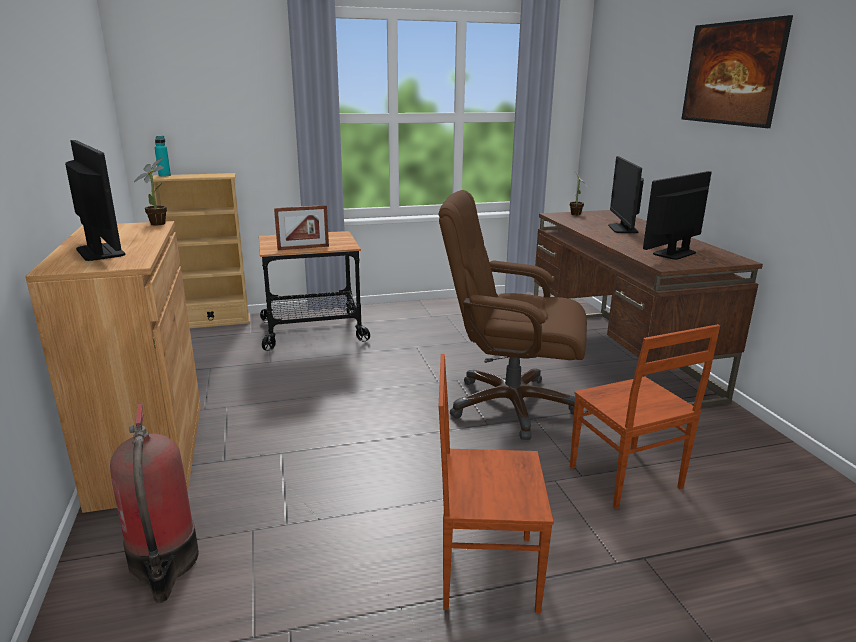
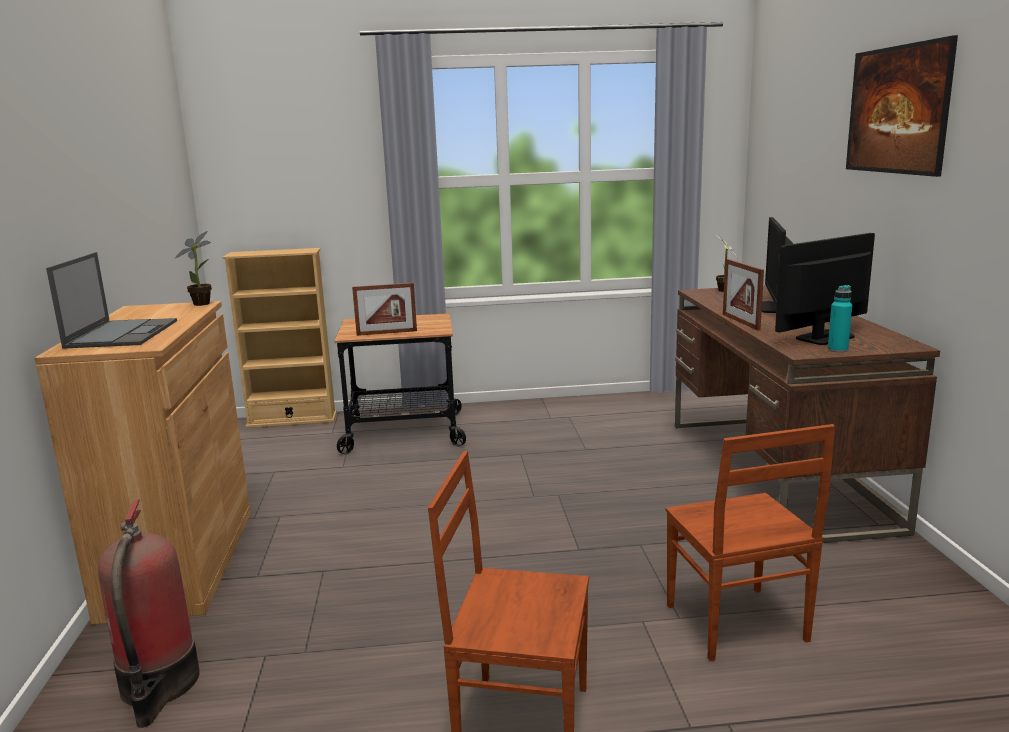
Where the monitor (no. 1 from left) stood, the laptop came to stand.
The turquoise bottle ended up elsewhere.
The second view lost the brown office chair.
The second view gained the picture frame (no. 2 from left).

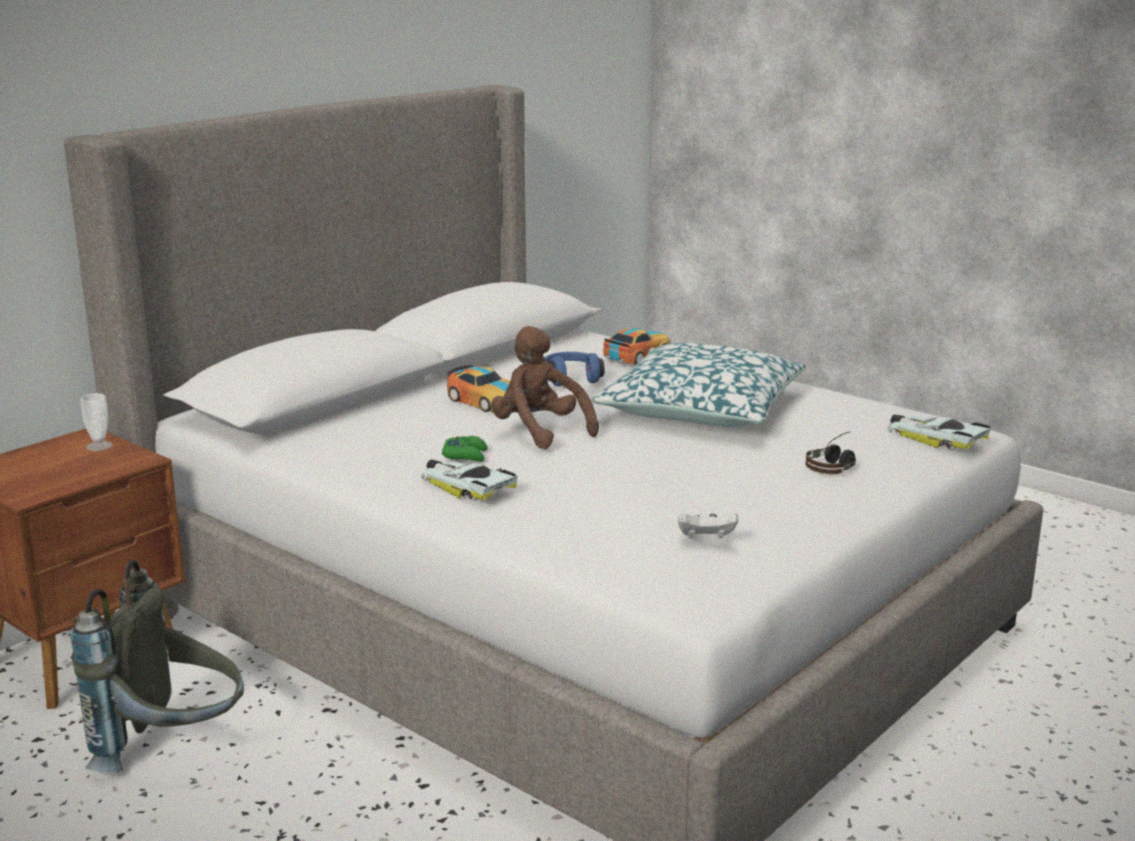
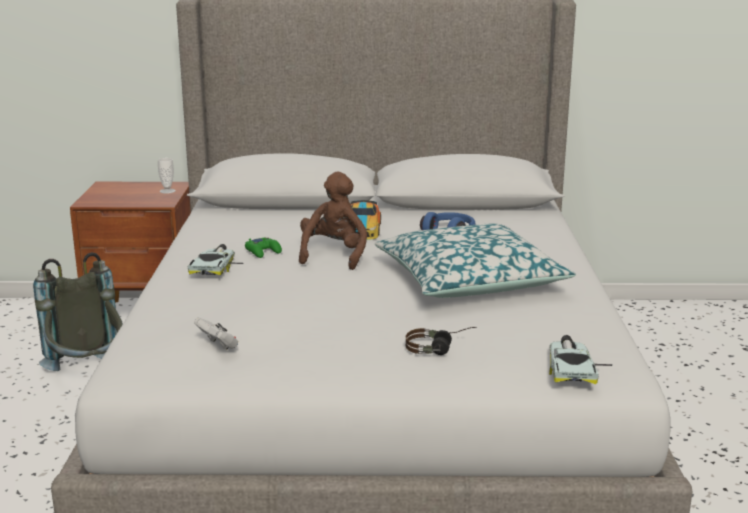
The second view lost the toy car (no. 3 from left).

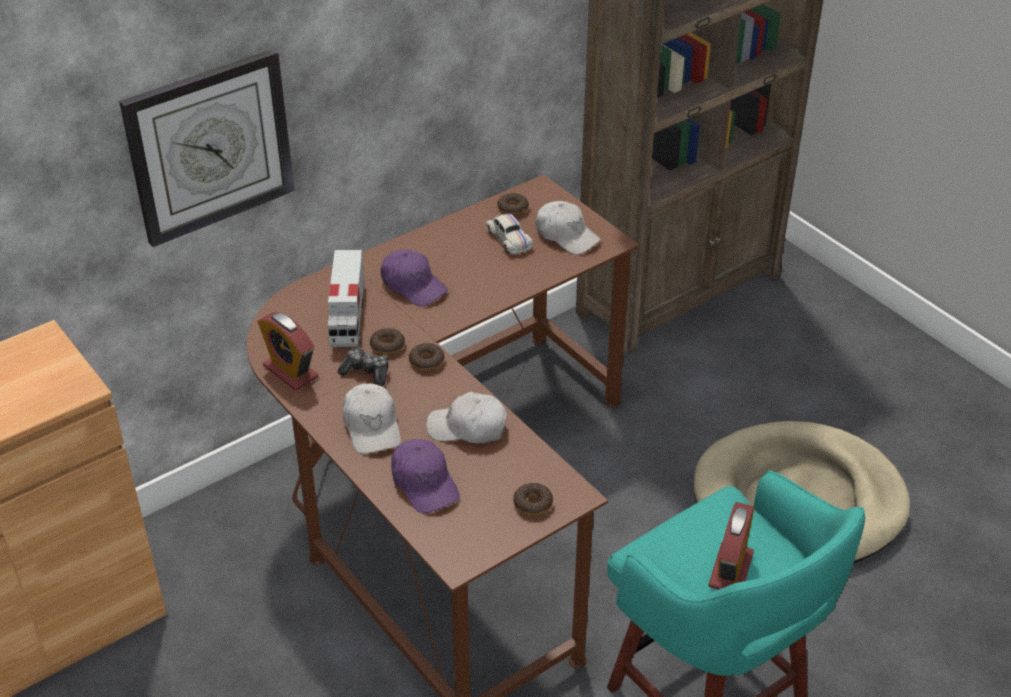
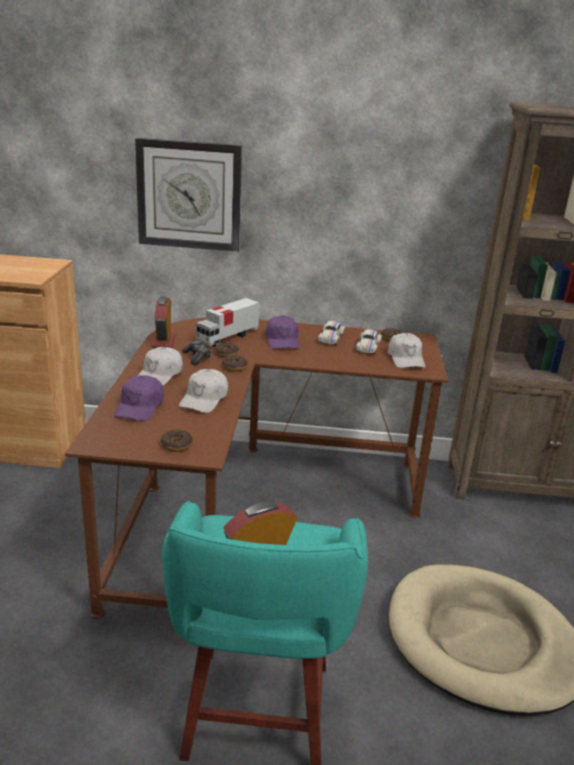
The white cap (no. 2 from left) ended up facing another way, 120 degrees counterclockwise from before.
The second view gained the white toy car (no. 1 from left).

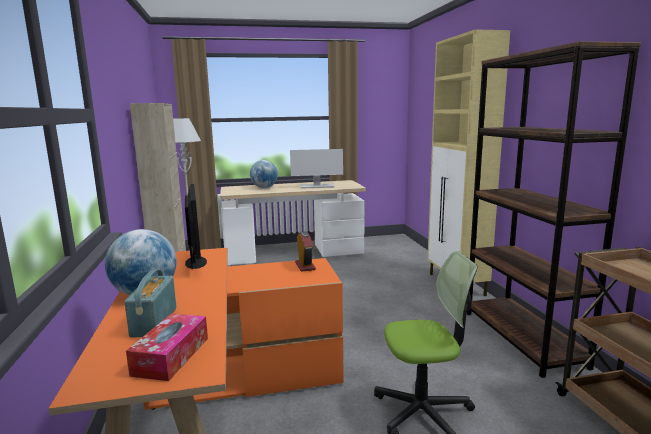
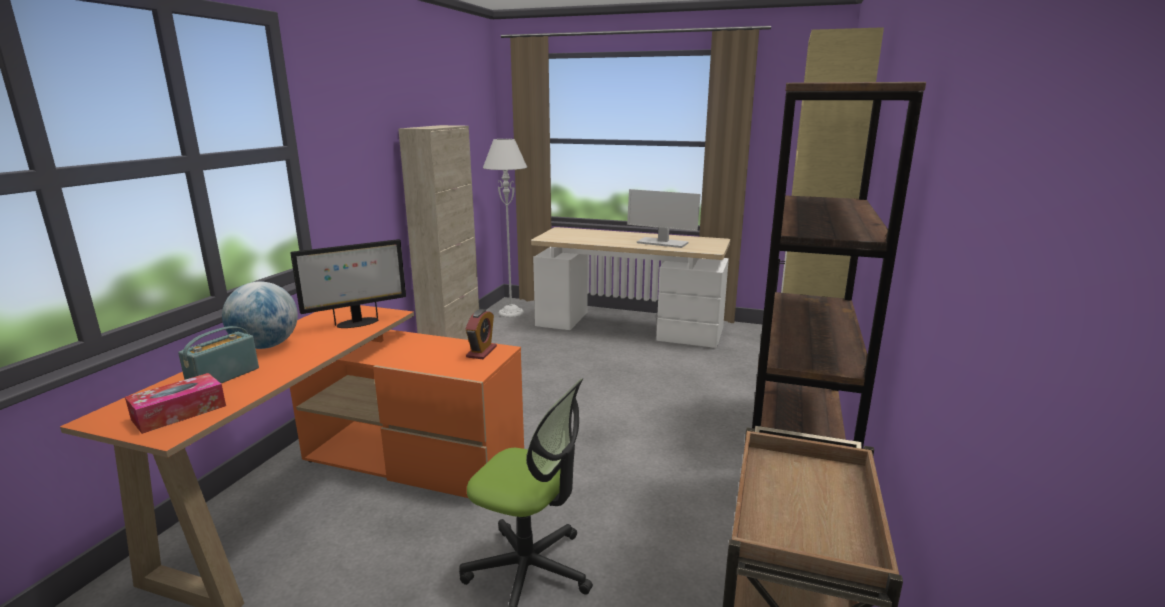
The monitor (no. 1 from left) ended up facing another way, 45 degrees clockwise from before.
The second view lost the globe (no. 2 from left).

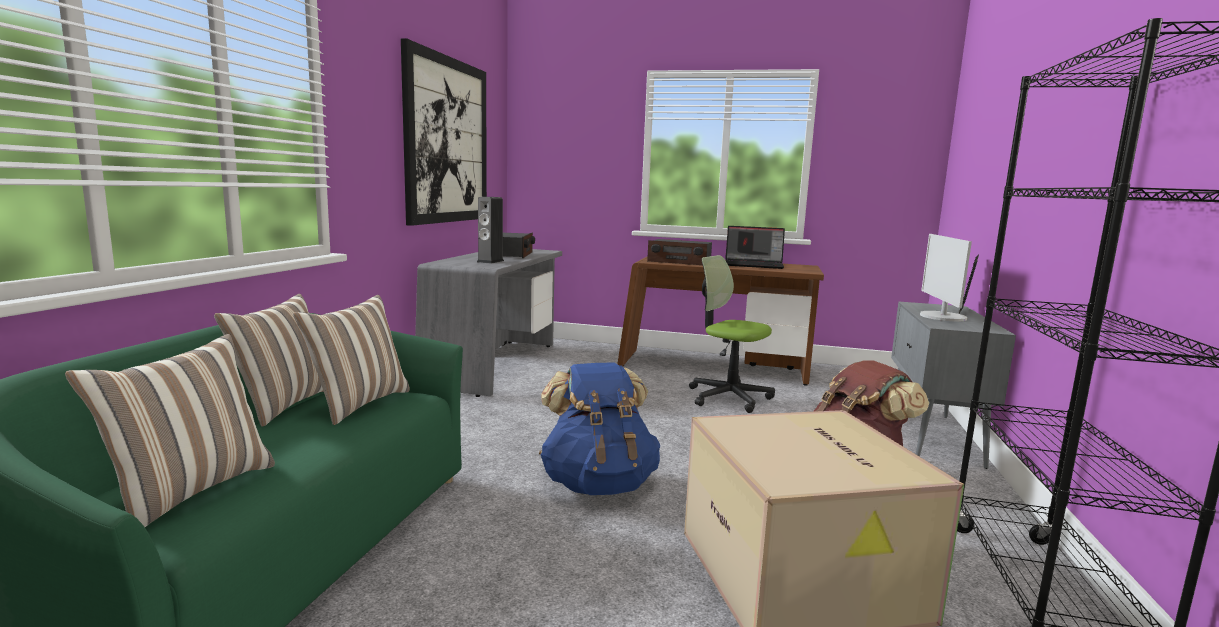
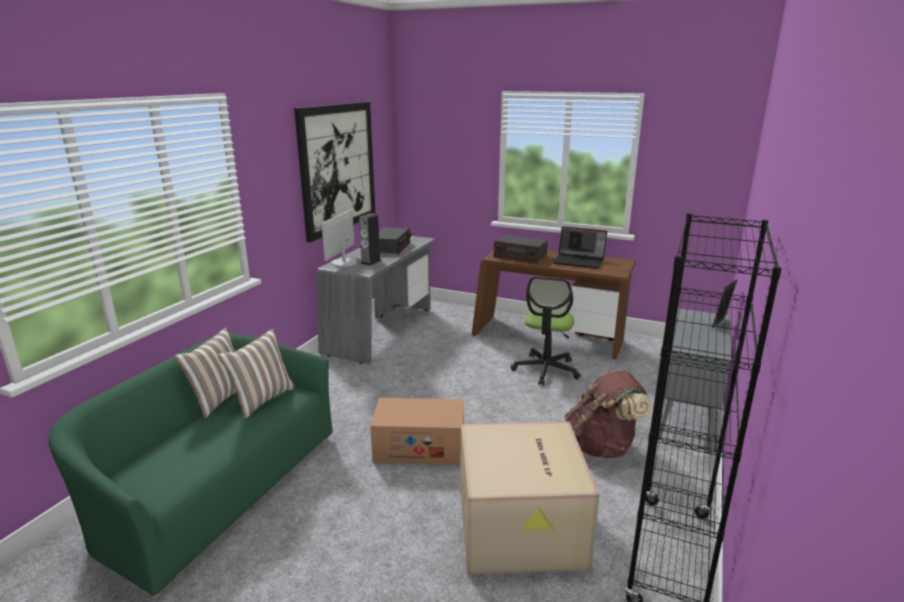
The second view lost the pillow (no. 1 from left).
Where the blue backpack stood, the cardboard box (no. 1 from left) came to stand.
The office chair ended up facing another way, 120 degrees counterclockwise from before.
The monitor ended up elsewhere.

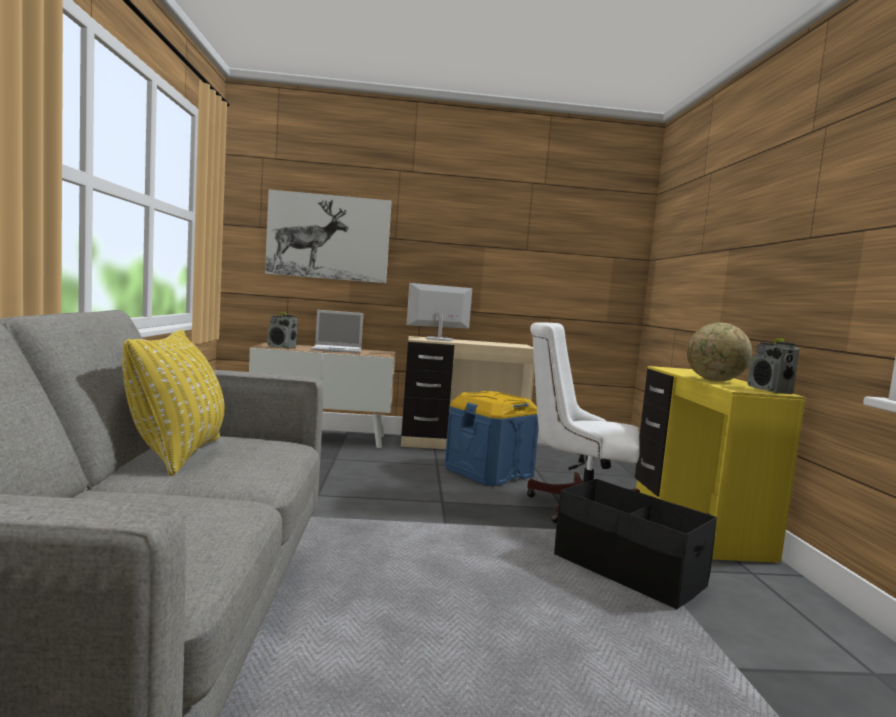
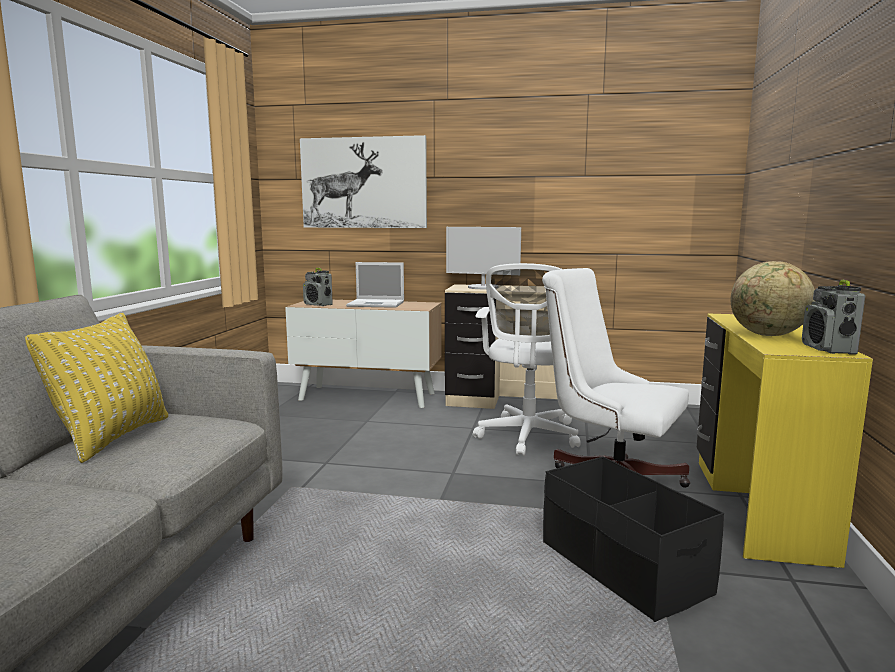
The monitor ended up facing another way, 150 degrees counterclockwise from before.
Where the blue storage box stood, the white office chair (no. 1 from left) came to stand.

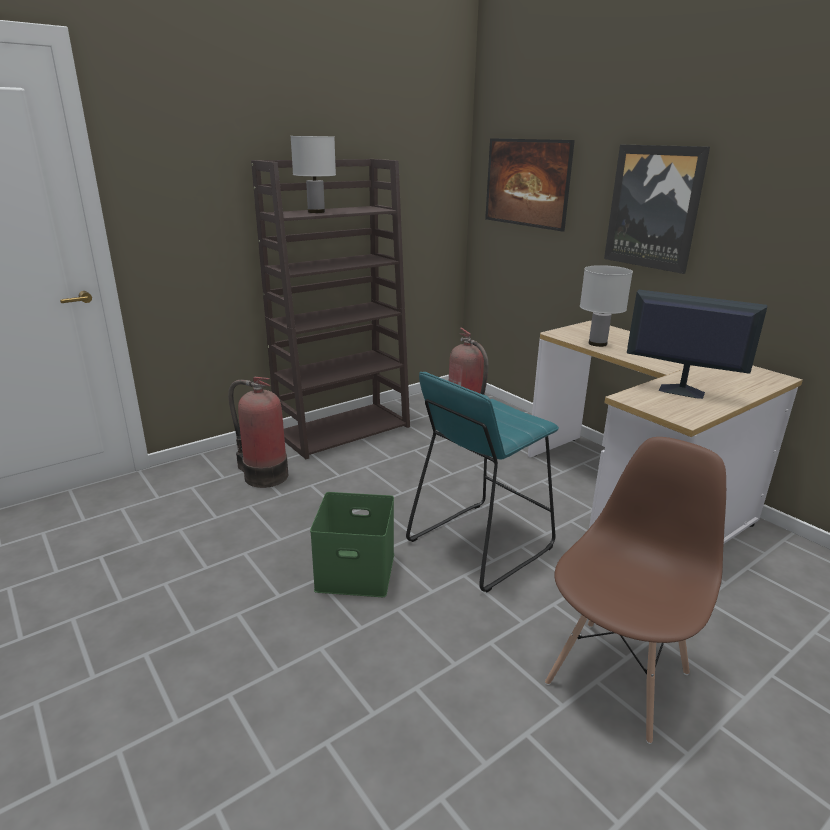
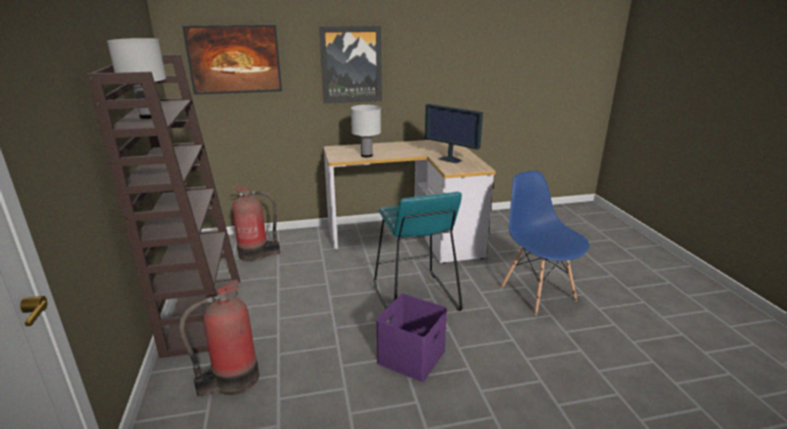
What was the green storage box turned into the purple storage box.
What was the brown chair turned into the blue chair.
The monitor ended up facing another way, 105 degrees counterclockwise from before.

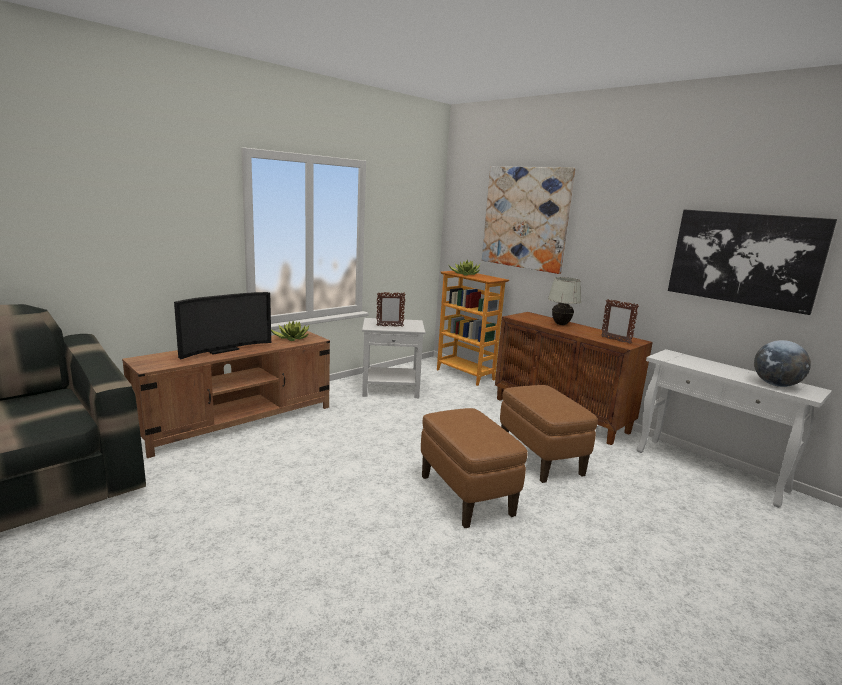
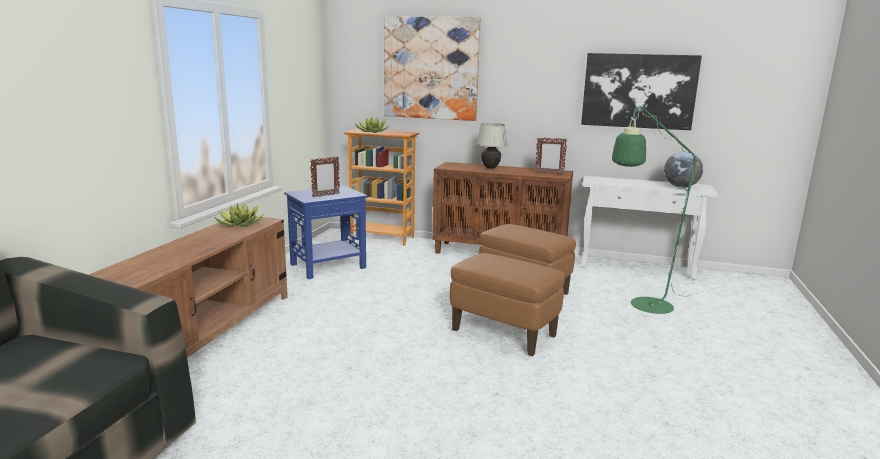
The second view lost the television.
What was the white side table turned into the blue side table.
The second view gained the green floor lamp.

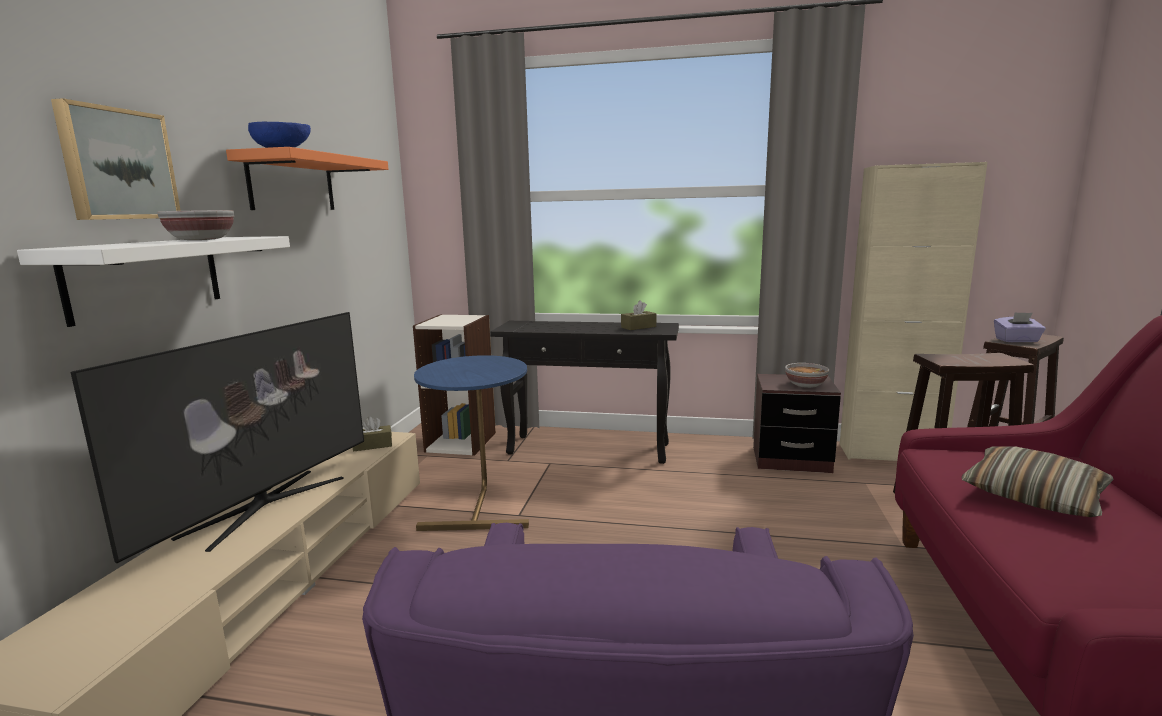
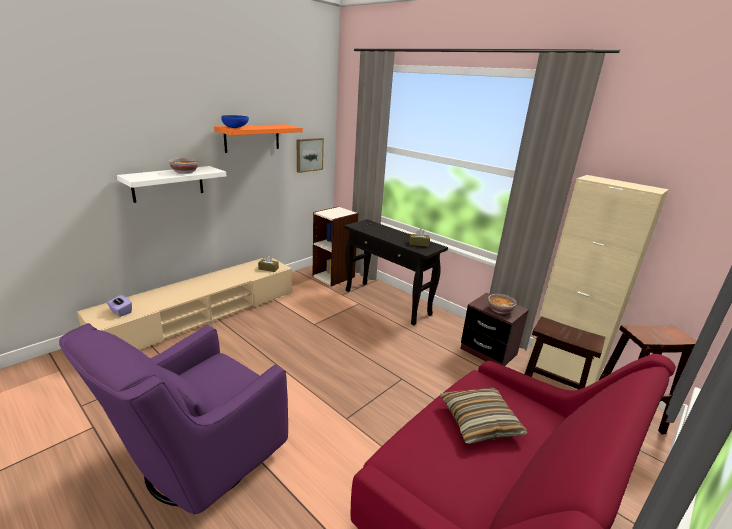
The picture ended up elsewhere.
The second view lost the television.
The second view lost the blue side table.
The purple tissue box ended up elsewhere.

